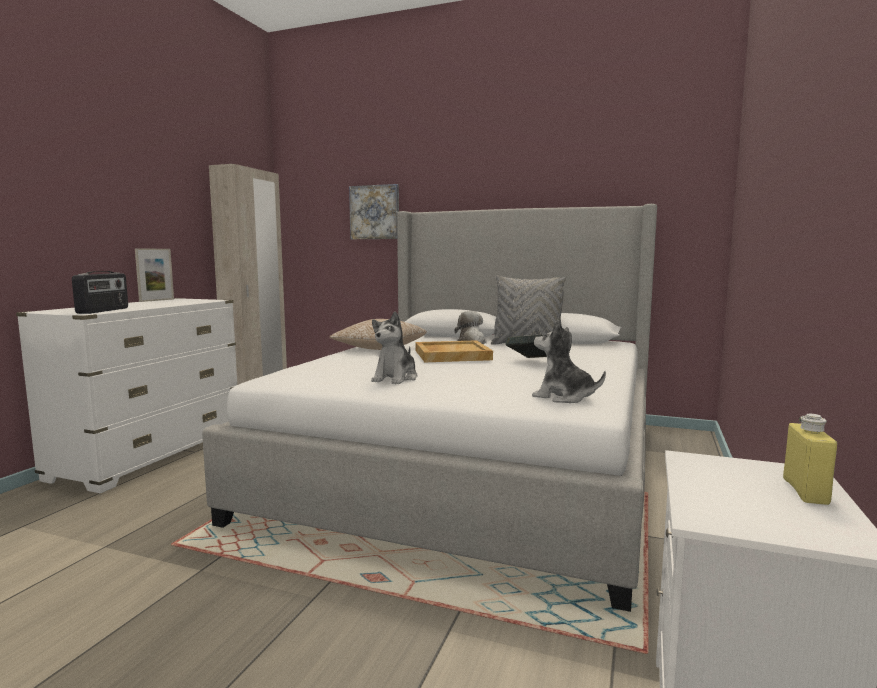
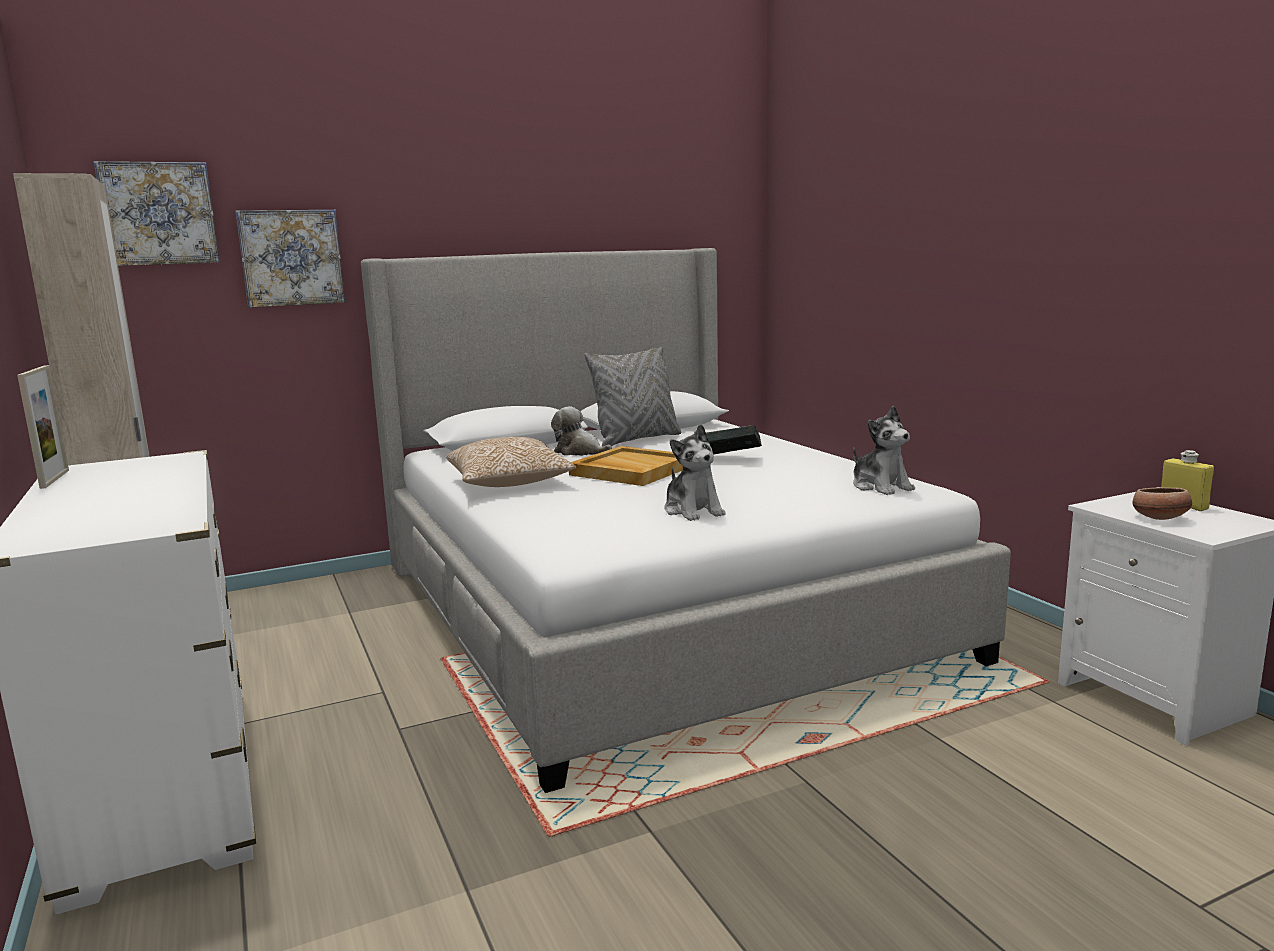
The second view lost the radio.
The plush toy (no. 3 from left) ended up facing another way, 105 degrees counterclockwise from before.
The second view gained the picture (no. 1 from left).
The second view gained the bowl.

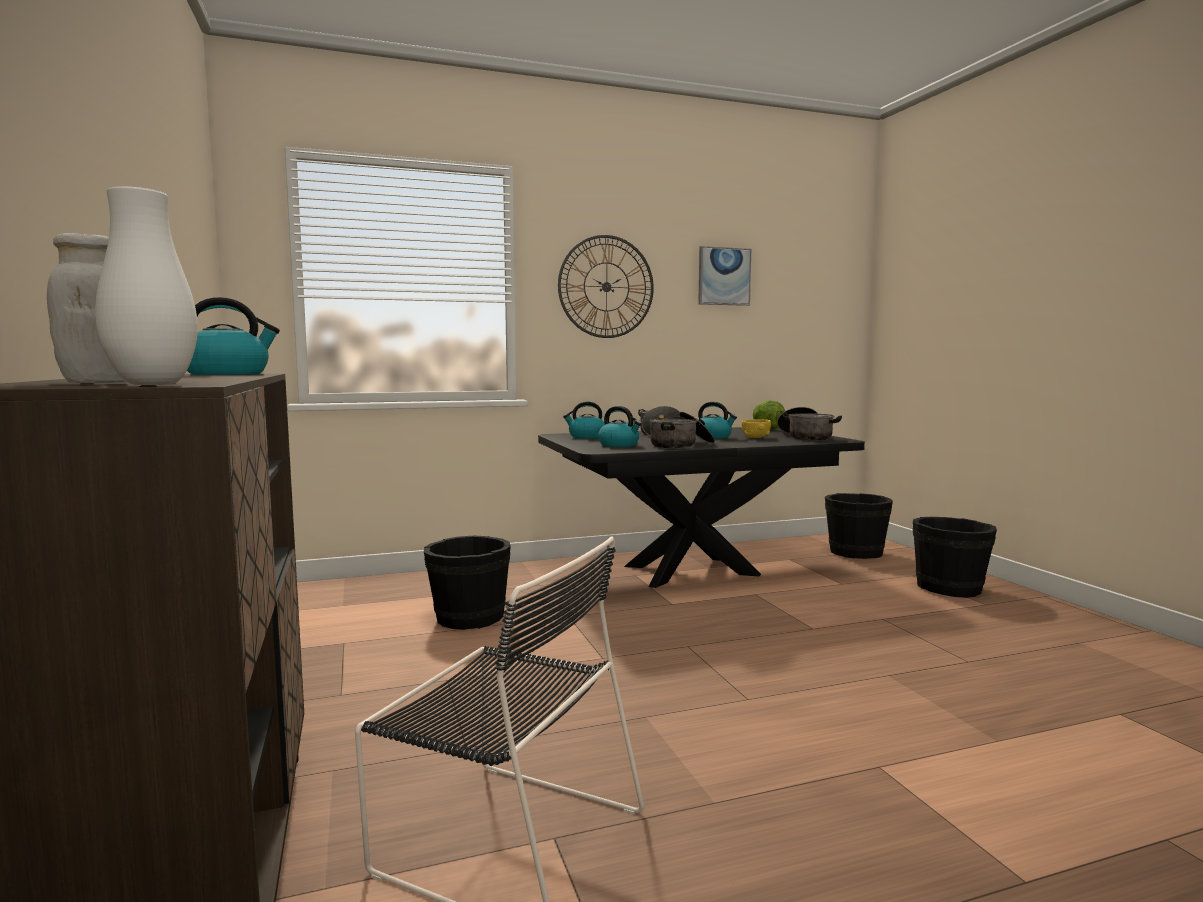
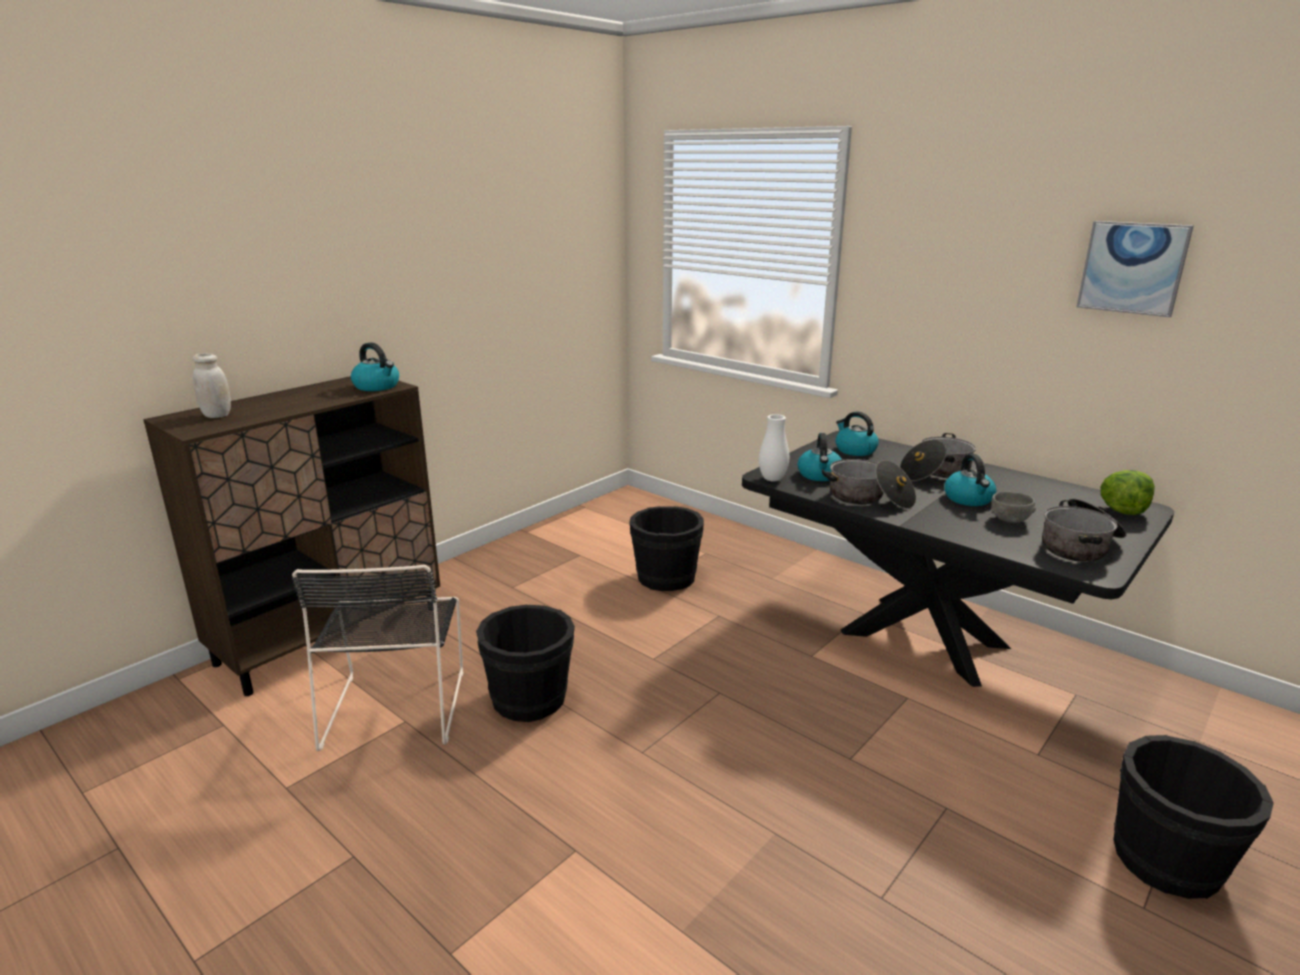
The white vase ended up elsewhere.
The second view lost the wall clock.
What was the yellow bowl turned into the grey bowl.
The black bucket (no. 2 from left in the first image) ended up elsewhere.

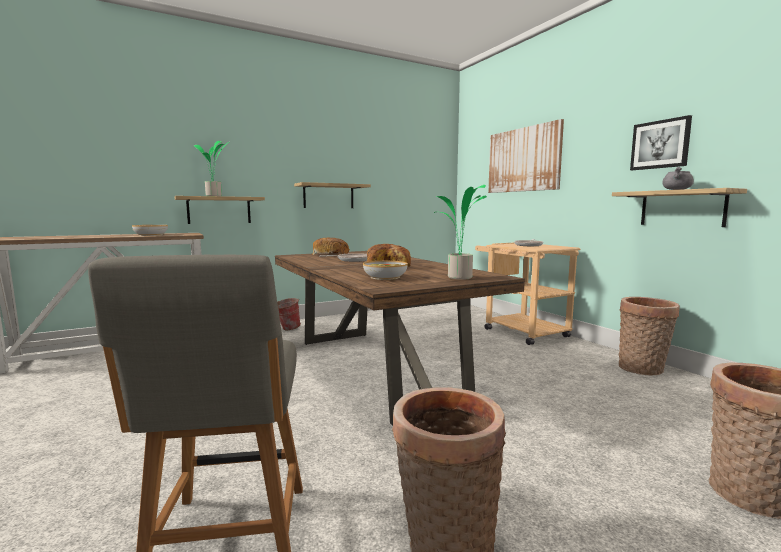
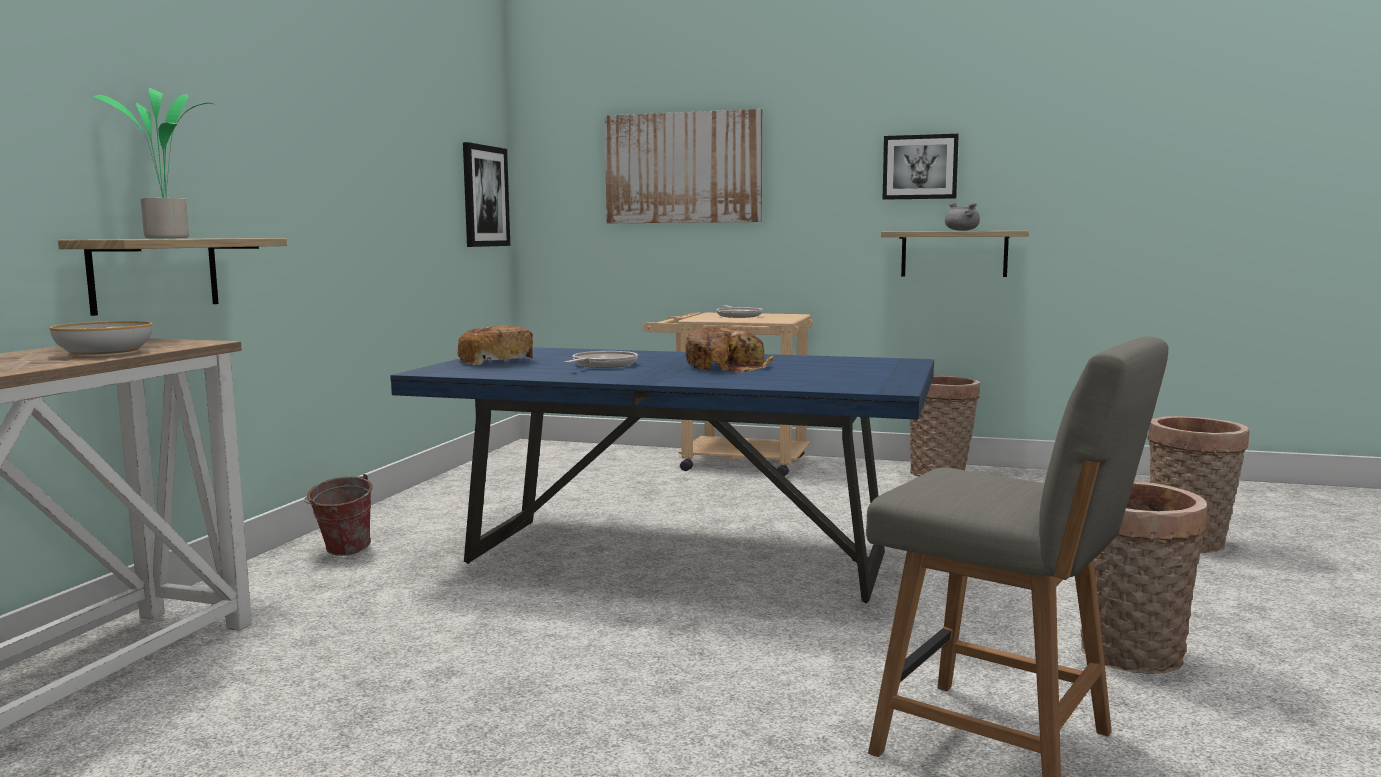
What was the brown dining table turned into the blue dining table.
The second view lost the shelf (no. 2 from left).
The second view lost the bowl (no. 2 from left).
The second view lost the potted plant (no. 2 from left).
The second view gained the picture (no. 1 from left).

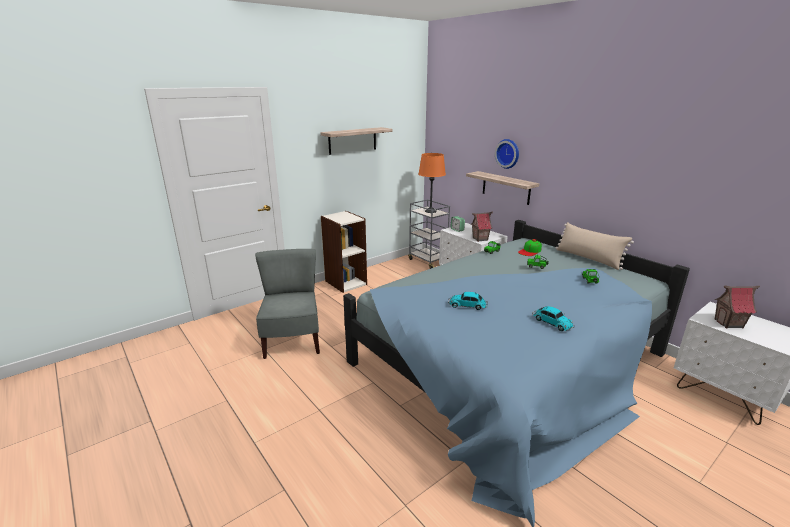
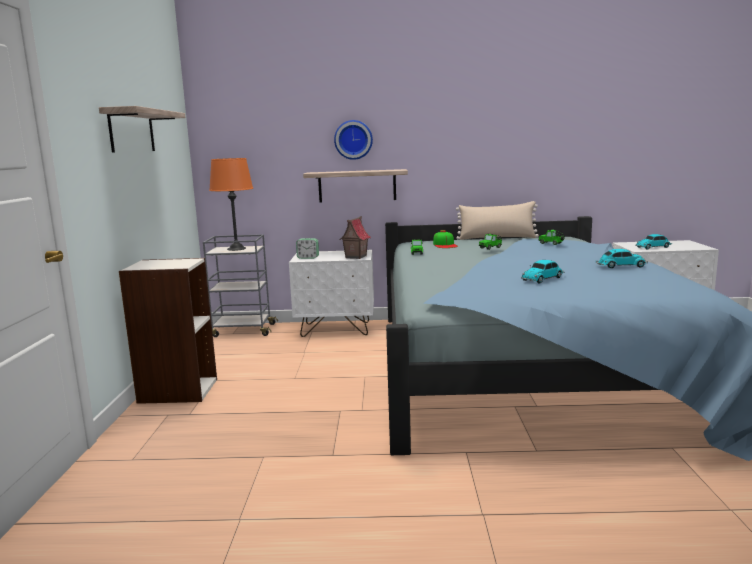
The second view lost the grey chair.
Where the toy house (no. 2 from left) stood, the toy car (no. 6 from left) came to stand.

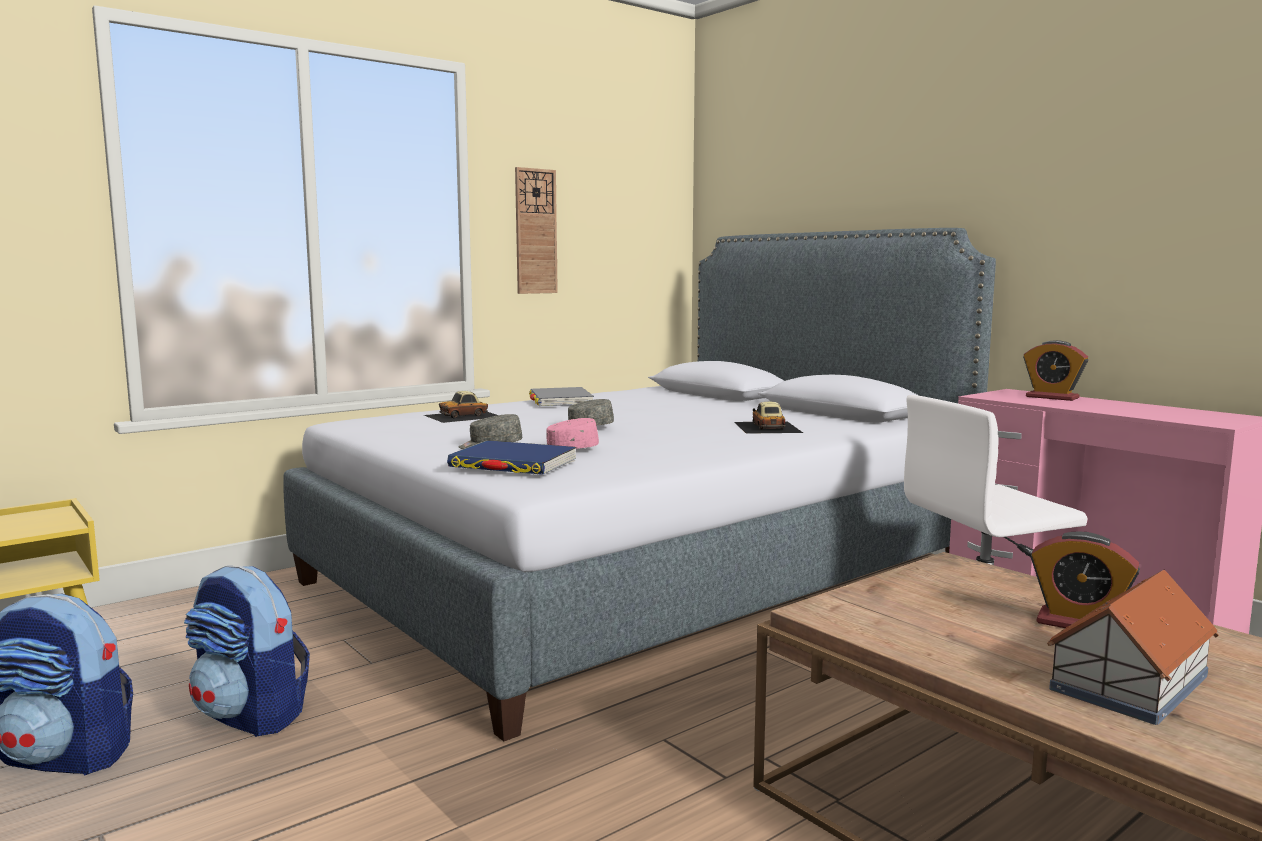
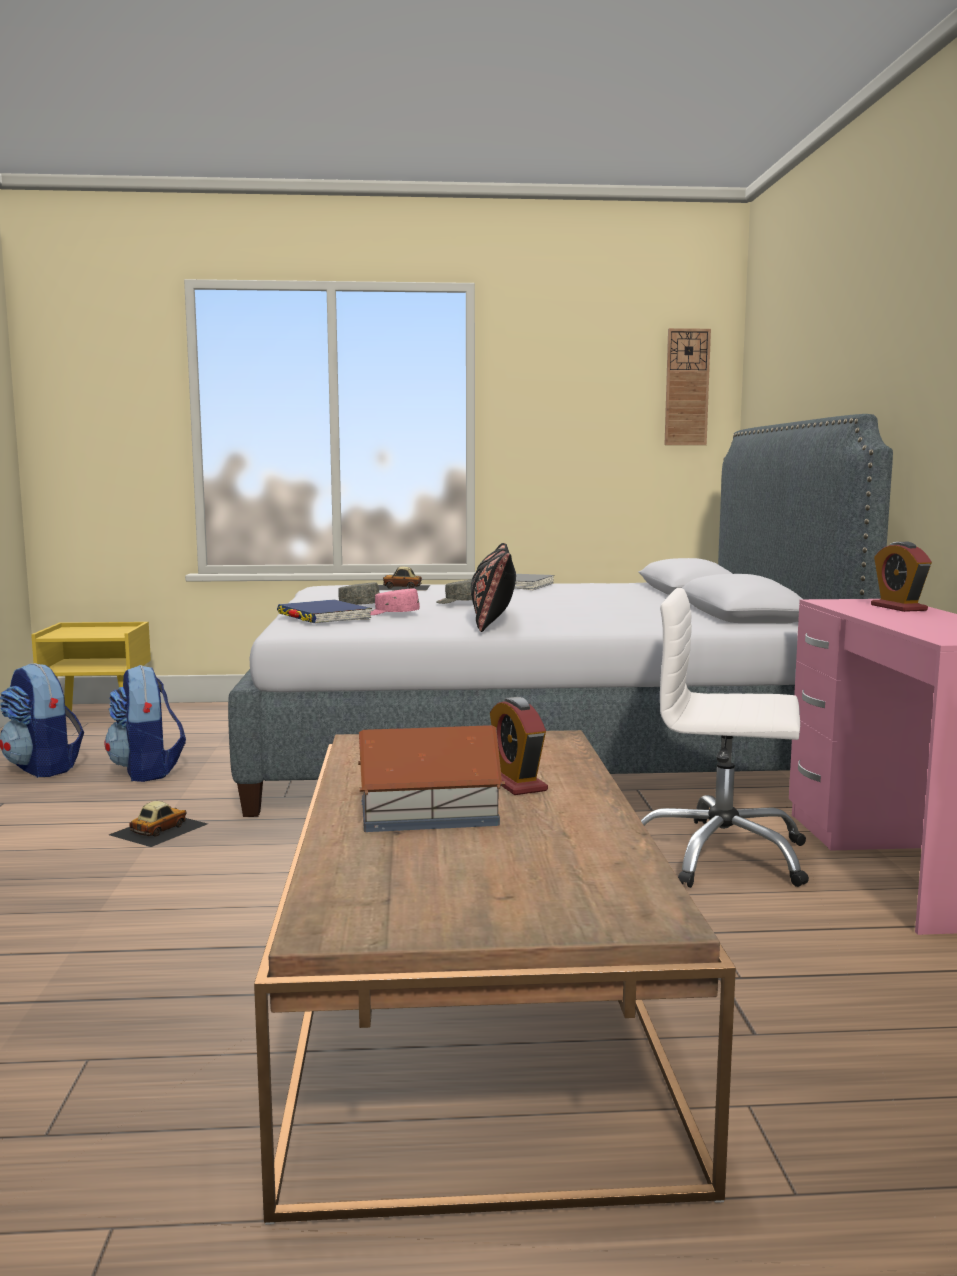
The wall clock ended up elsewhere.
The toy car (no. 2 from left in the first image) ended up elsewhere.
The second view gained the black pillow.

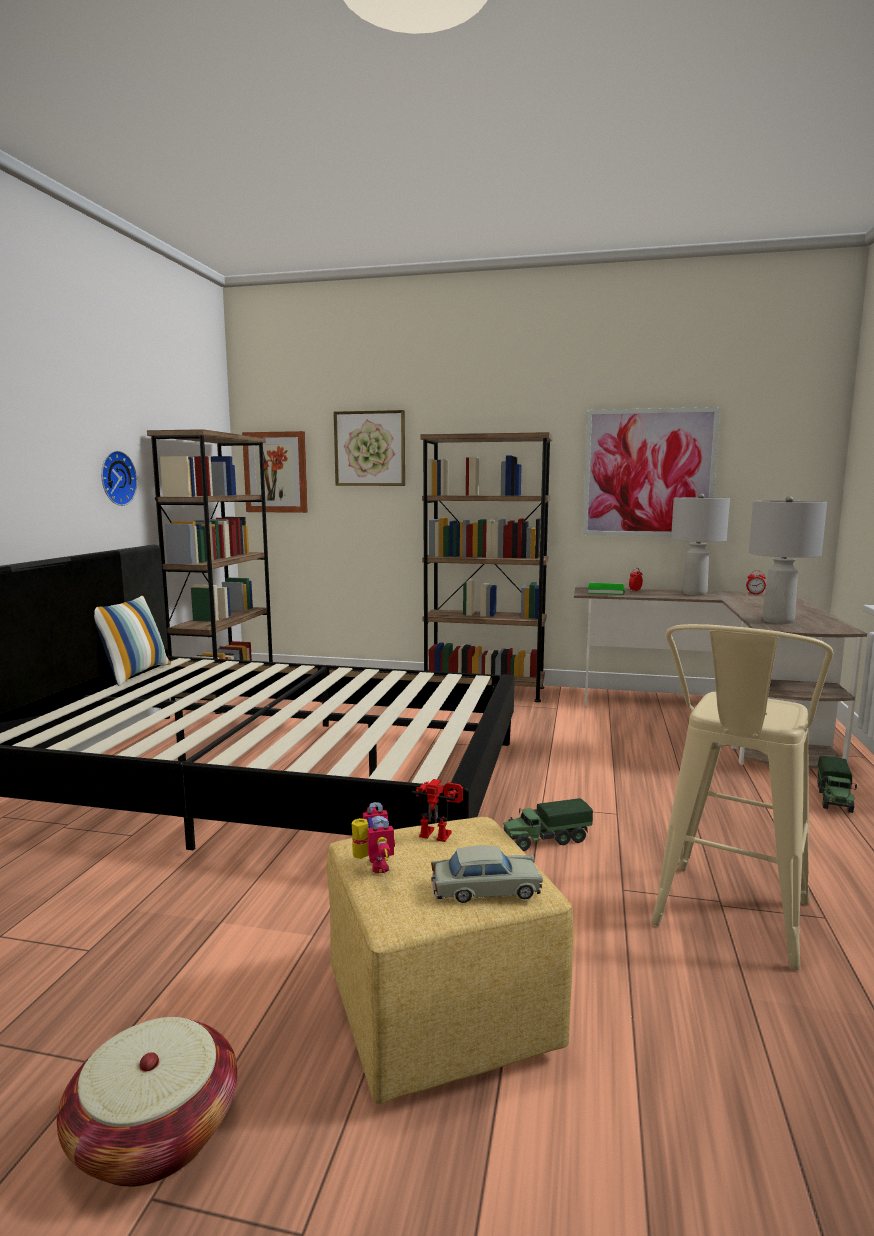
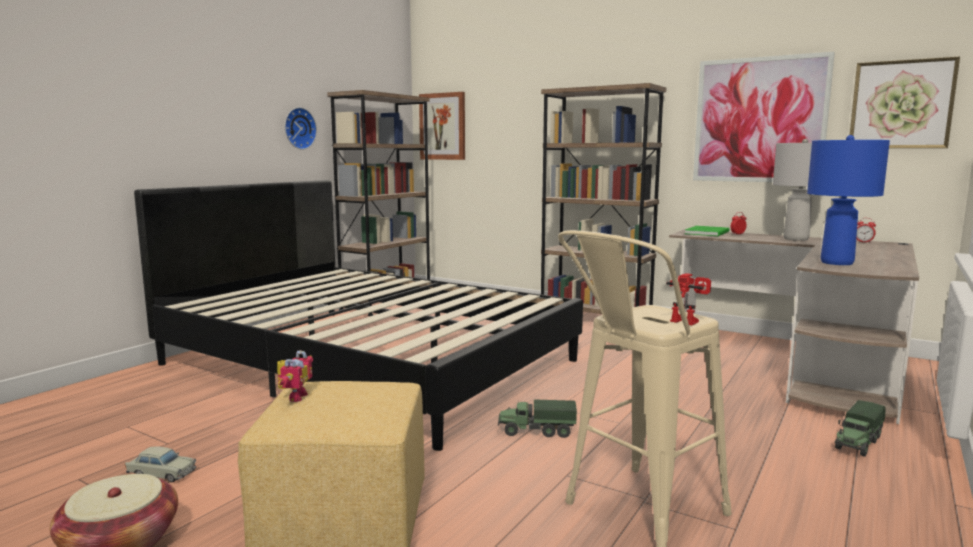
The second view lost the pillow.
The picture (no. 2 from left in the first image) ended up elsewhere.
The toy robot (no. 2 from left) ended up elsewhere.
The beige toy car ended up elsewhere.
What was the grey table lamp (no. 2 from left) turned into the blue table lamp.

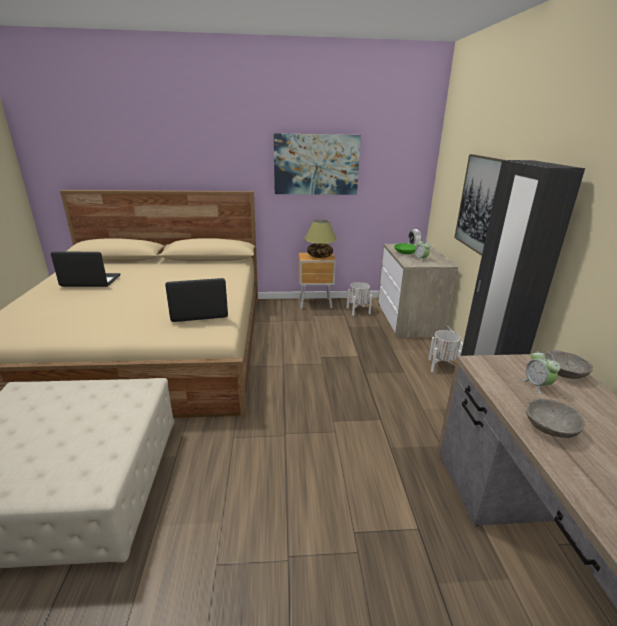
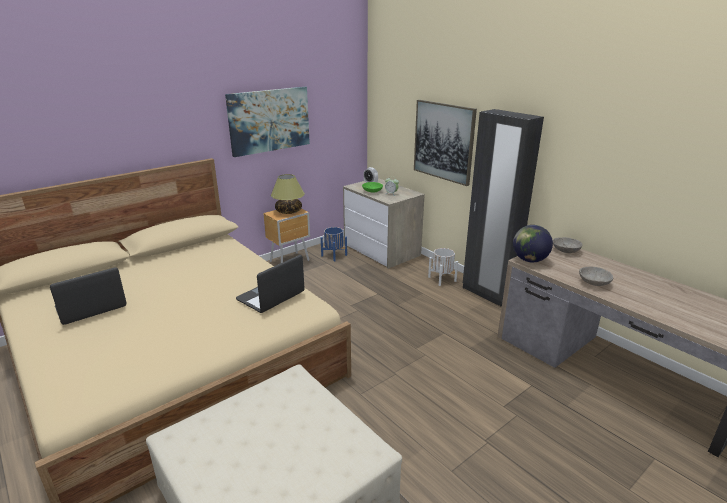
What was the white planter (no. 1 from left) turned into the blue planter.
The second view lost the alarm clock (no. 3 from left).
The second view gained the globe.

